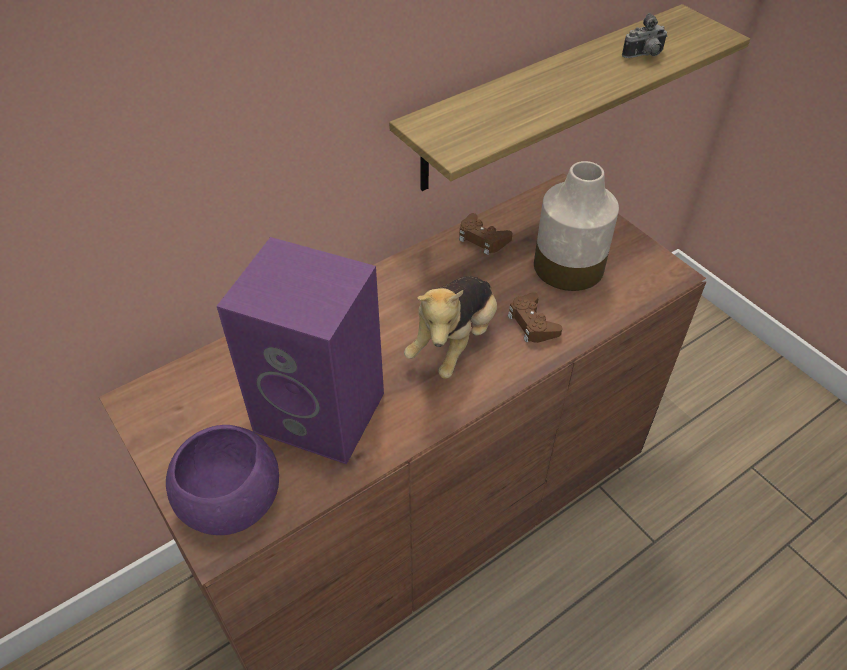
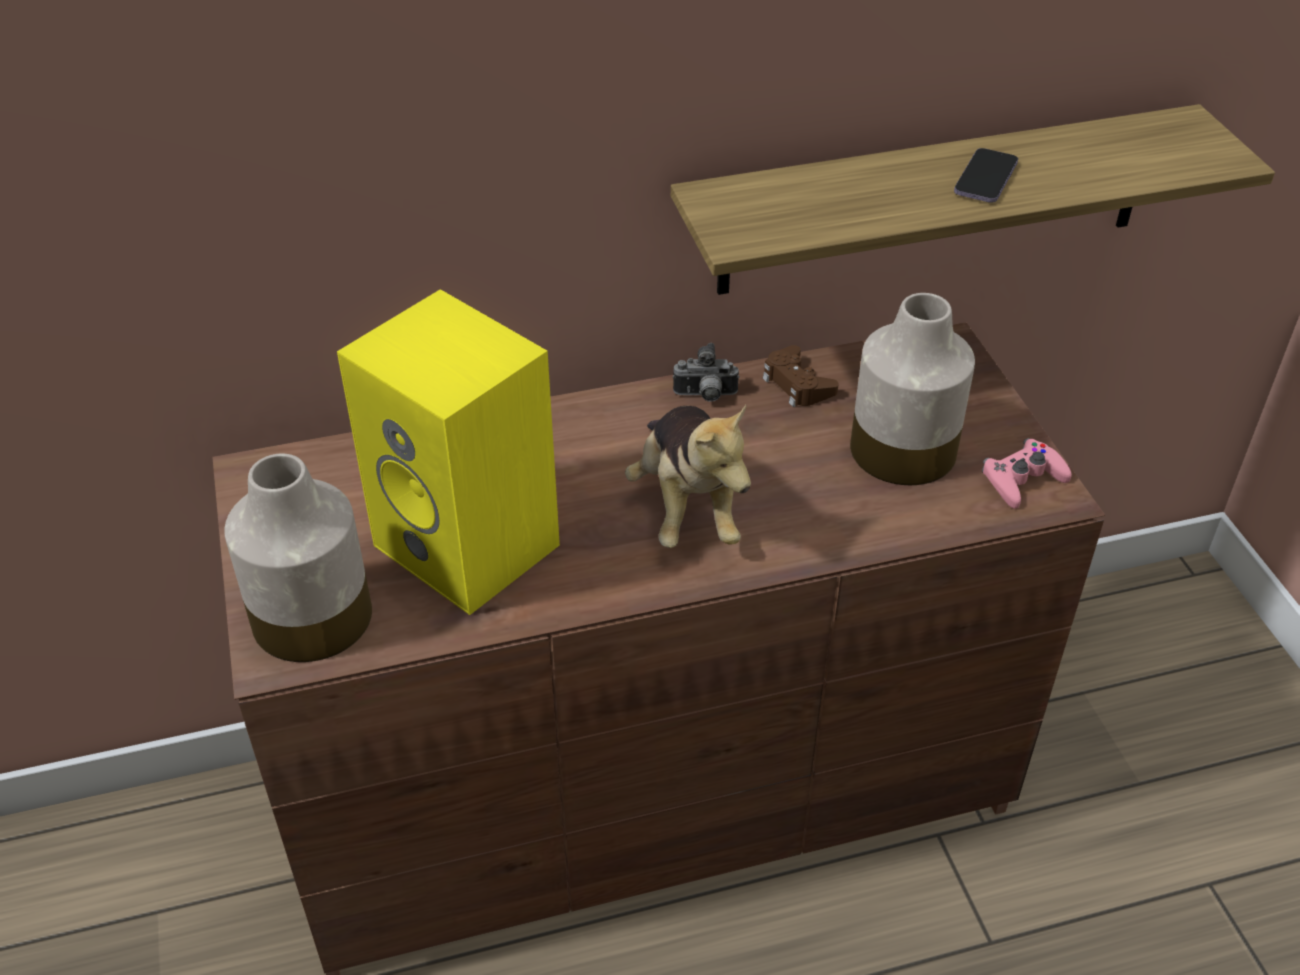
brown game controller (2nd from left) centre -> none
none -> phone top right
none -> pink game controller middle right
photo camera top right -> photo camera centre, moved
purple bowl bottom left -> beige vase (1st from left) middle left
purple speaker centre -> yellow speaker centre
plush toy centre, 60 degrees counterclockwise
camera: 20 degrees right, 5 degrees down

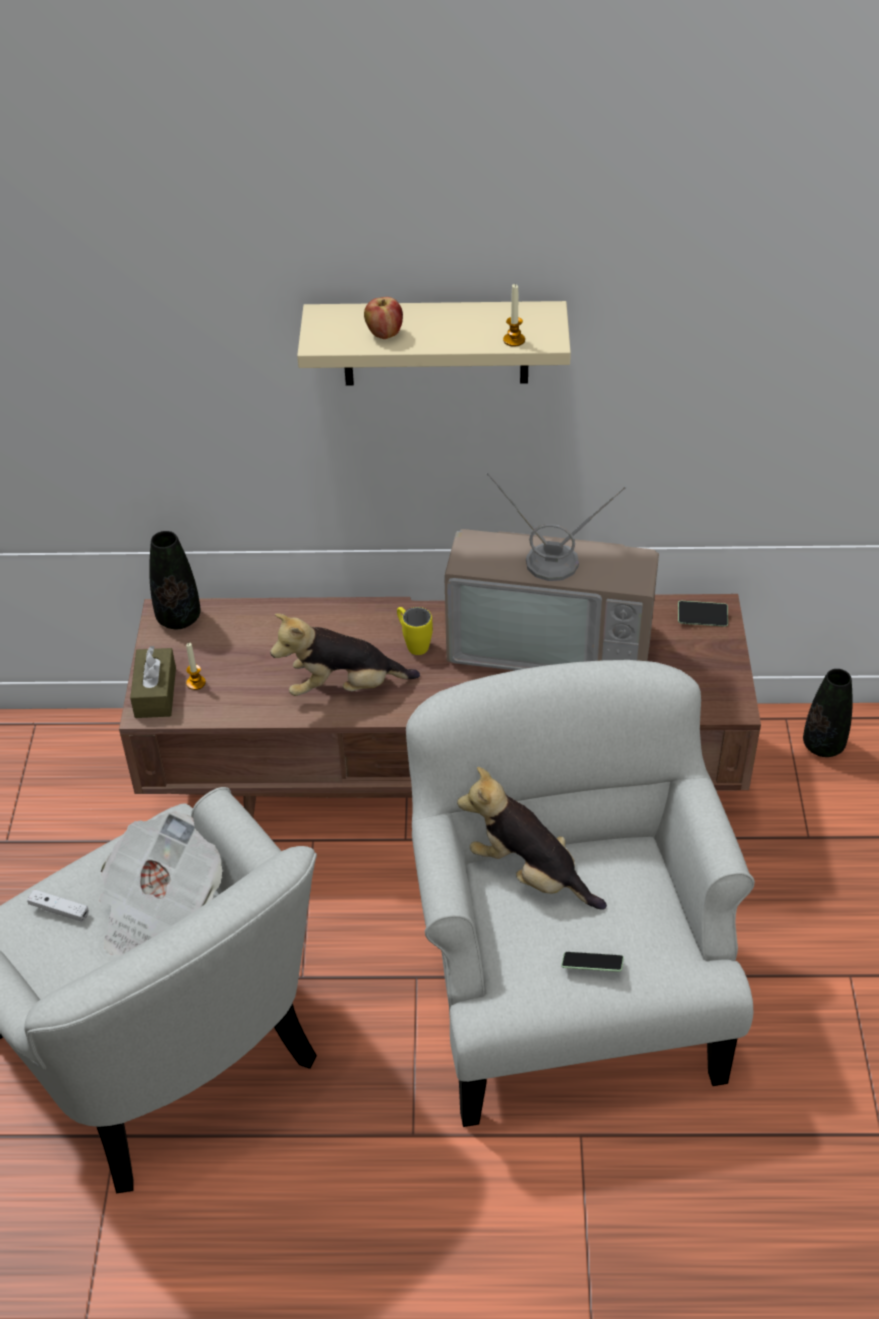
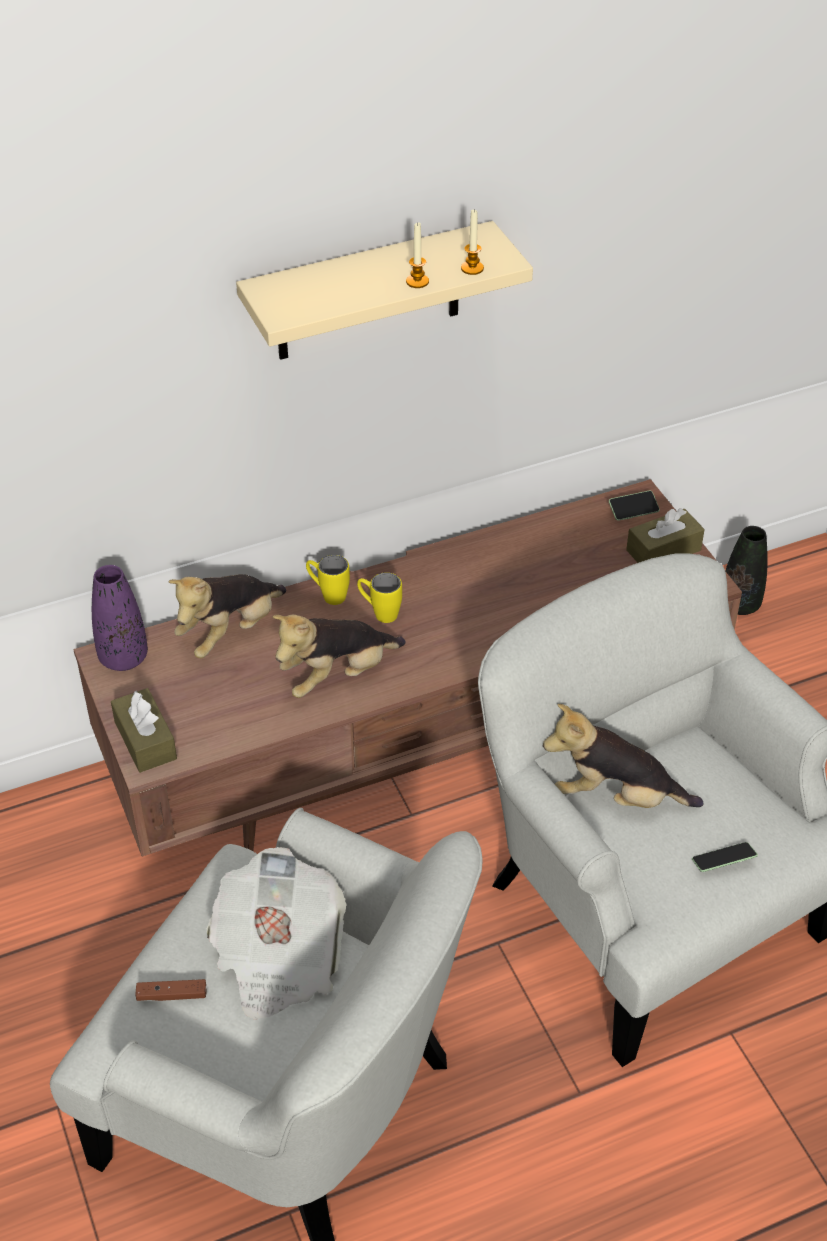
apple top centre -> none
television centre -> none
none -> plush toy (1st from left) middle left
none -> yellow mug (1st from left) centre
none -> brown tissue box (2nd from left) middle right
candle (1st from left) middle left -> candle (1st from left) top centre, moved
white game controller bottom left -> brown game controller bottom left
black vase (1st from left) middle left -> purple vase middle left
camera: 25 degrees left, 0 degrees up

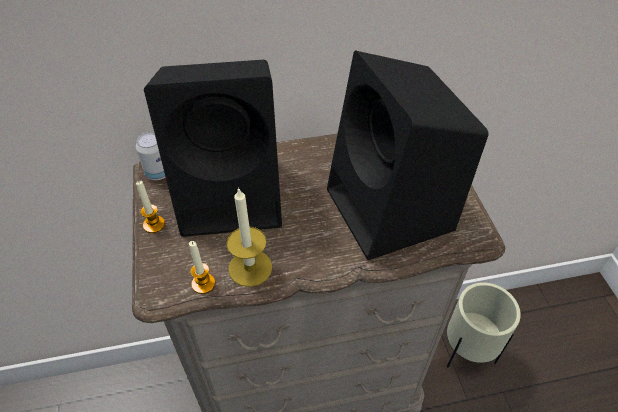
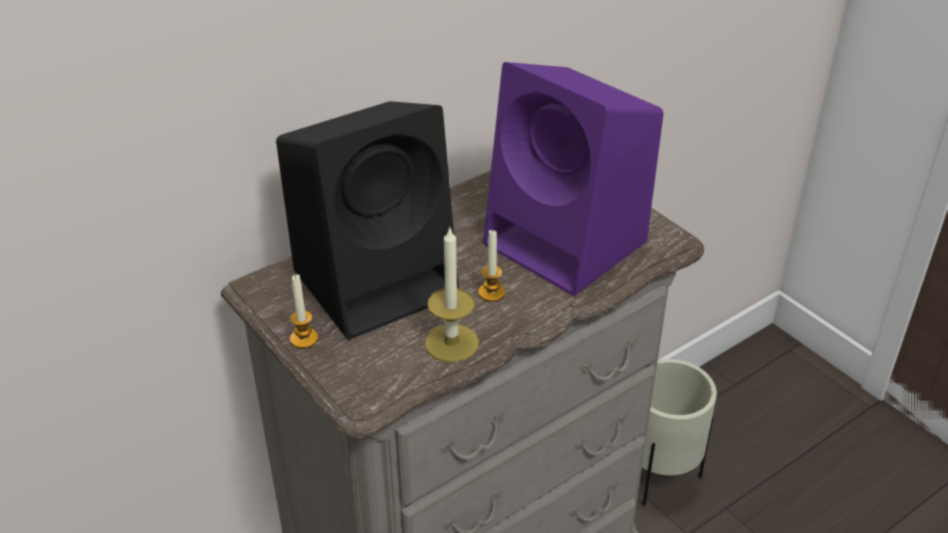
can middle left -> none
candle (2nd from left in the first image) middle left -> candle (3rd from left) centre, moved
black speaker (2nd from left) centre -> purple speaker centre
camera: 25 degrees left, 10 degrees down

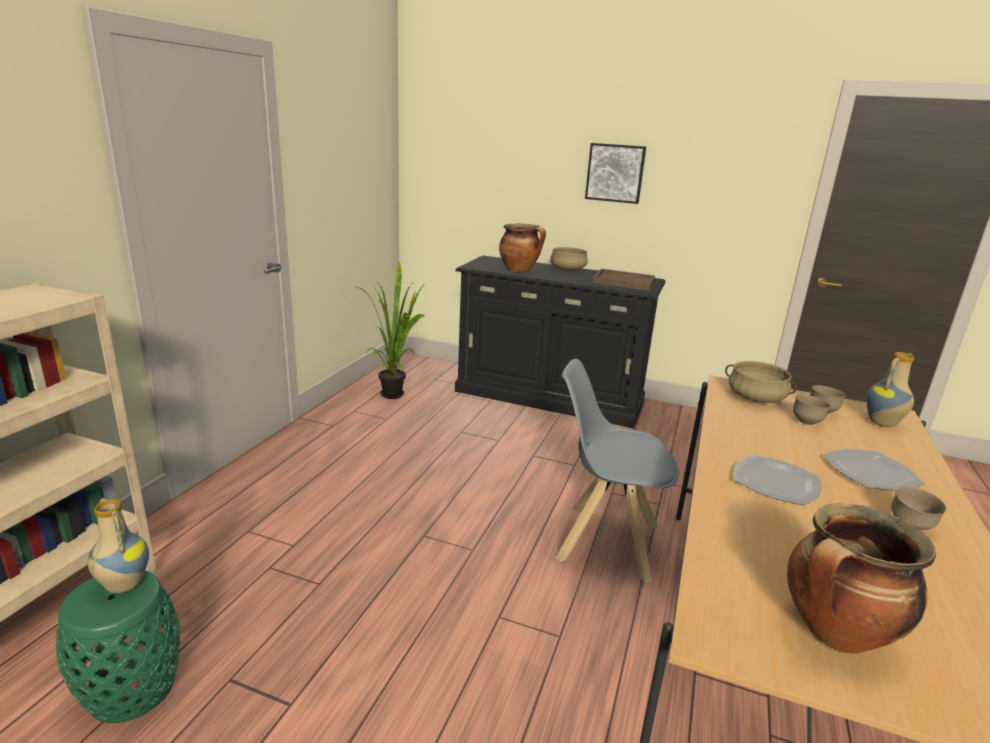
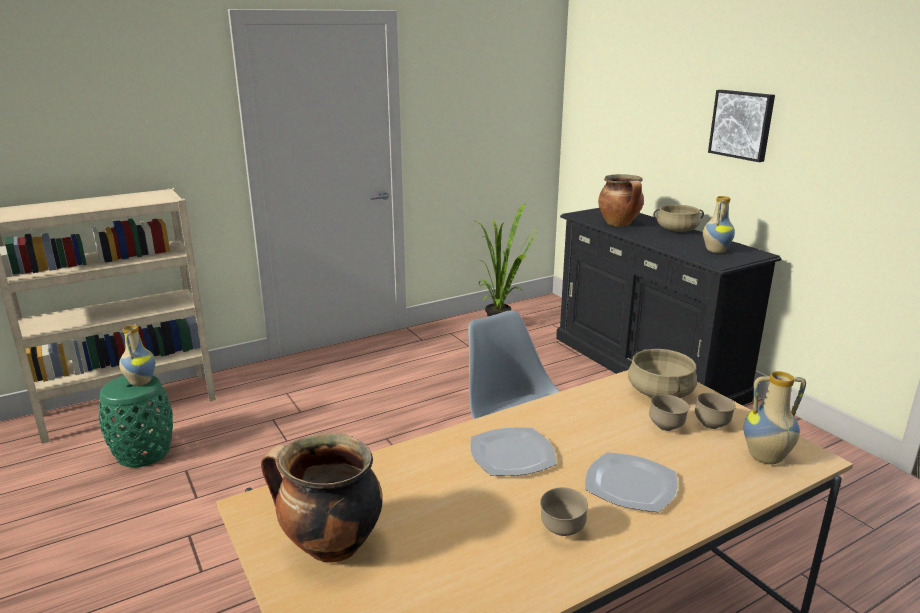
brown tray centre -> vase (2nd from left) middle right
camera: 40 degrees right, 0 degrees up

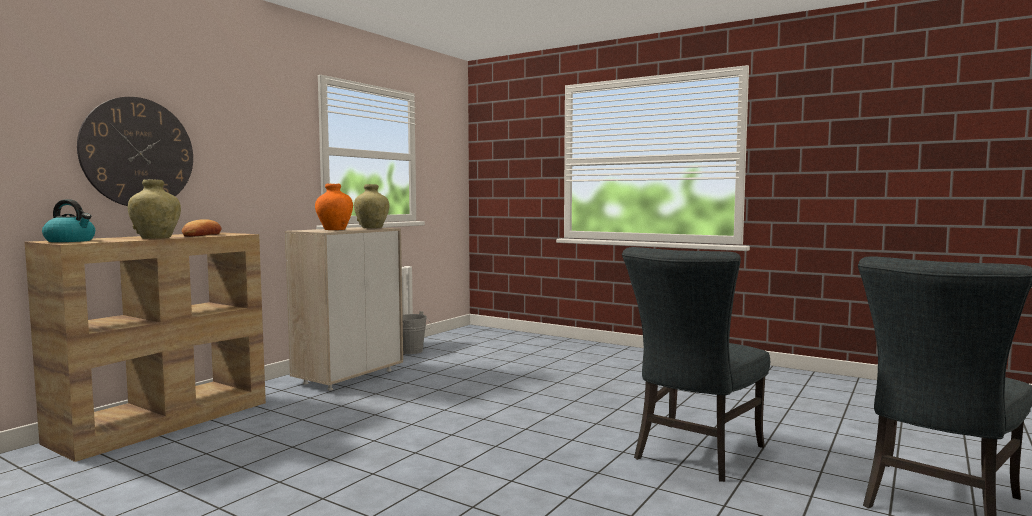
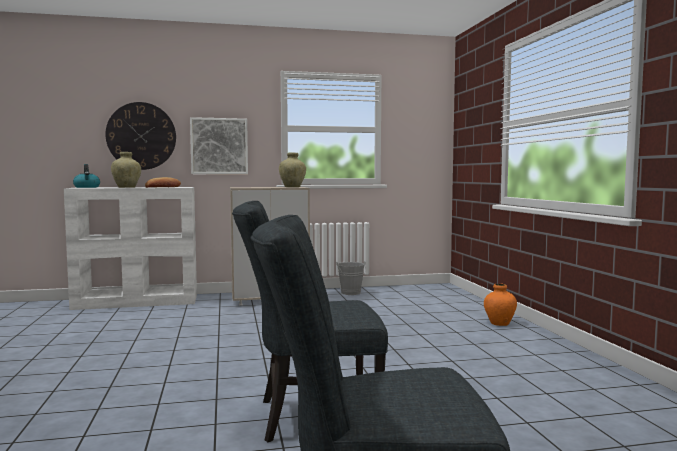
none -> picture top left
orange vase middle left -> orange vase bottom right, moved
brown bookcase bottom left -> white bookcase middle left
camera: 45 degrees right, 0 degrees up

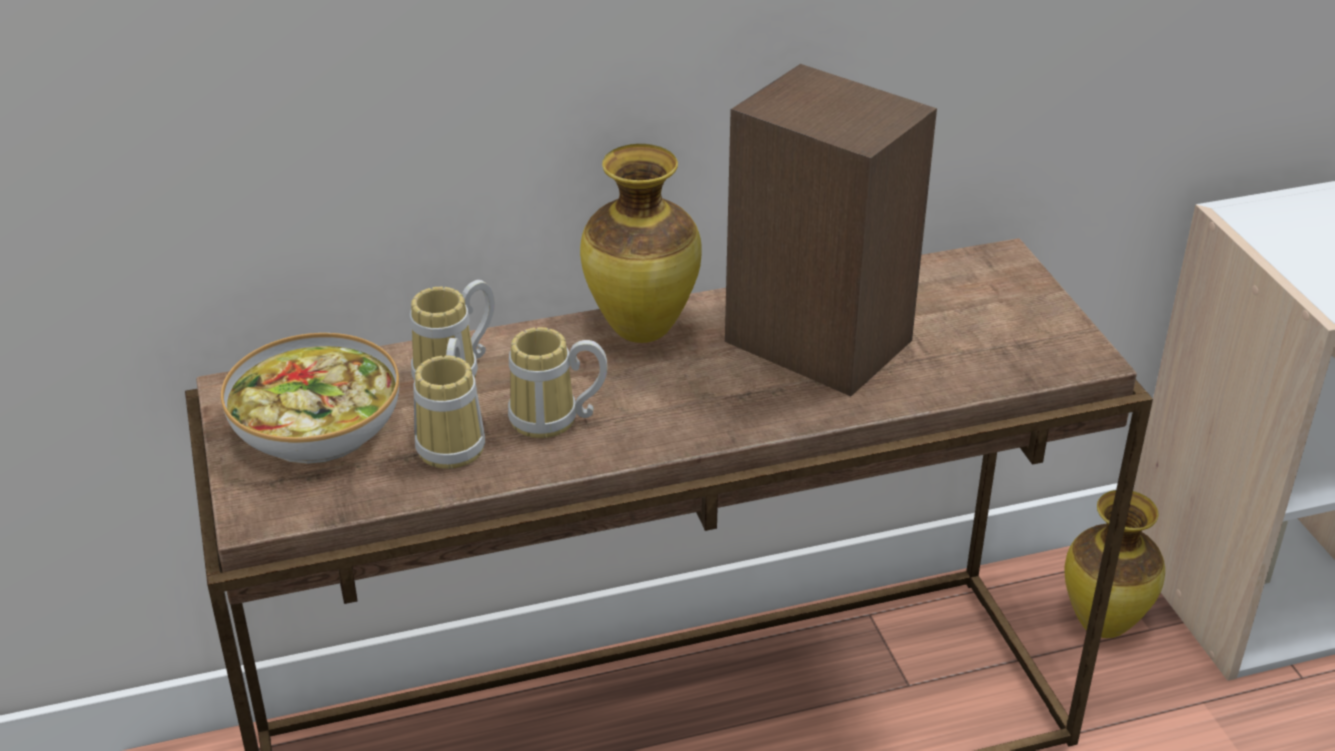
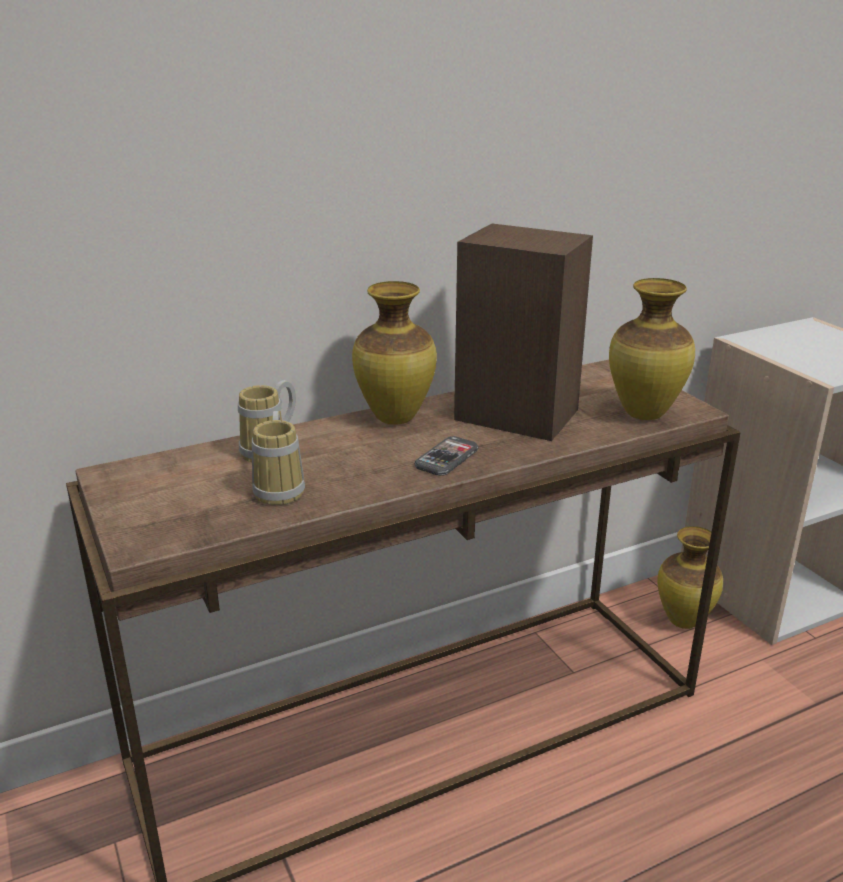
bowl middle left -> none
mug (3rd from left) centre -> none
none -> phone centre
none -> vase (2nd from left) middle right
camera: 10 degrees left, 10 degrees down

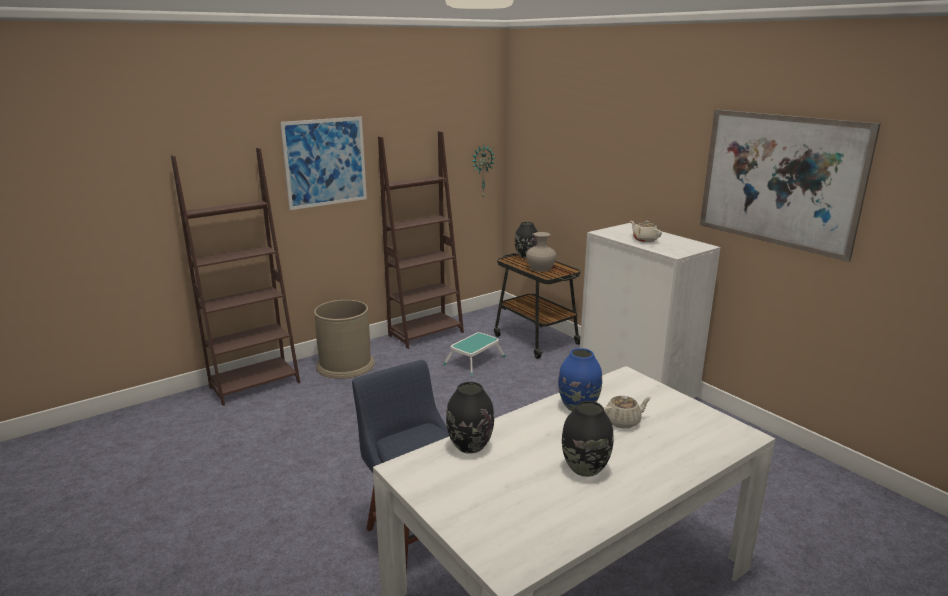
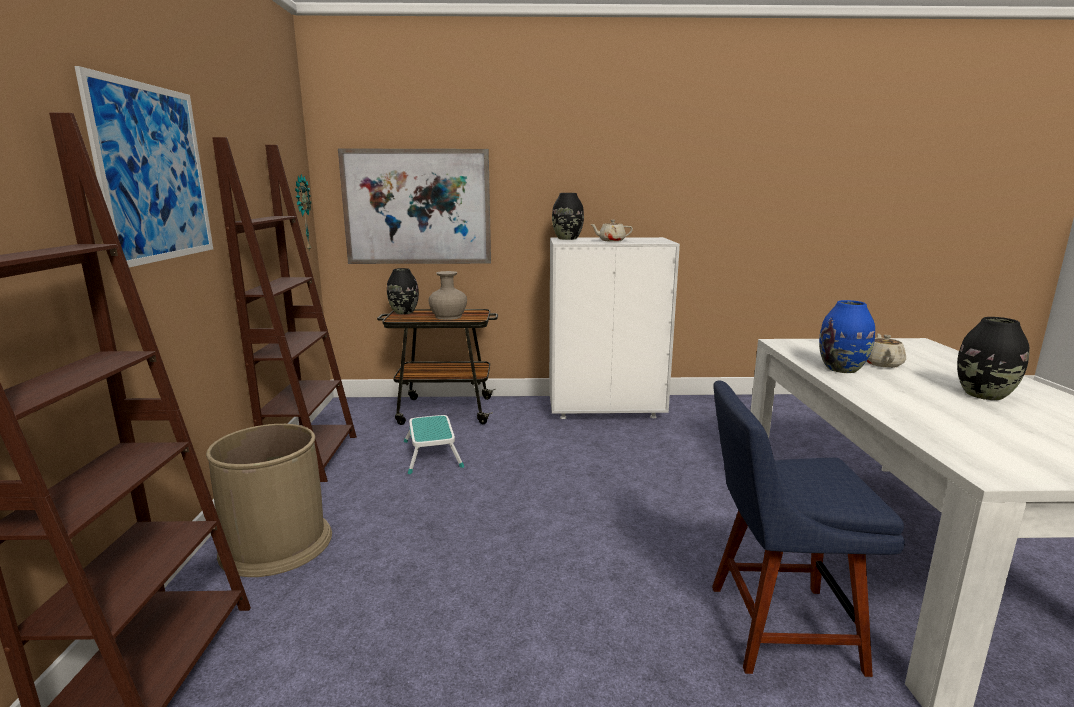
black vase (1st from left in the first image) bottom centre -> black vase (2nd from left) top centre, moved
picture (2nd from left) top right -> picture (2nd from left) top centre, moved
camera: 55 degrees left, 5 degrees down

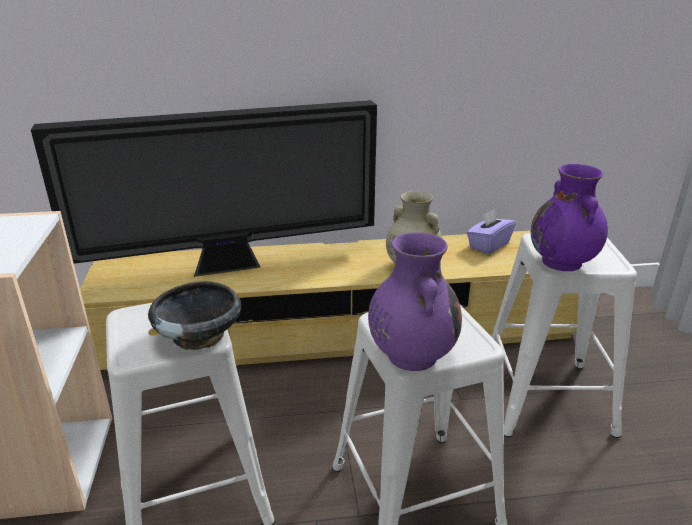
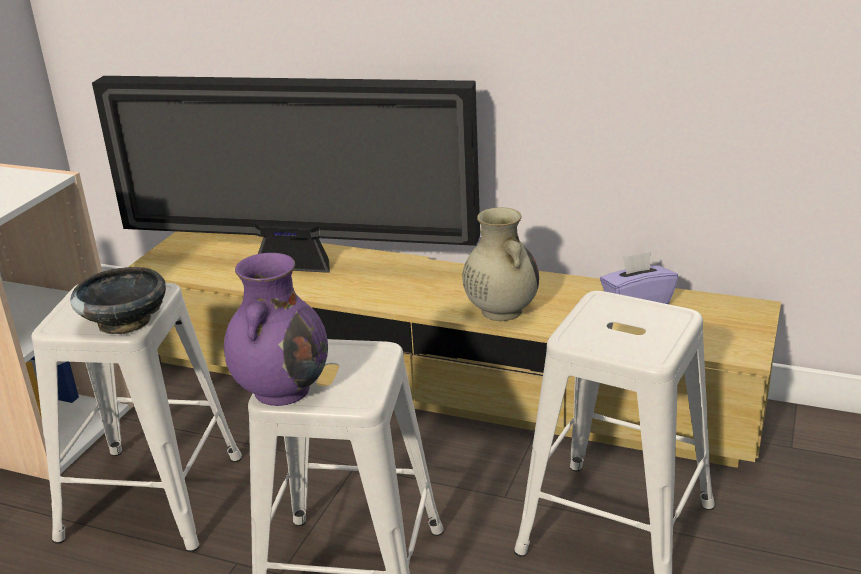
purple vase (2nd from left) middle right -> none
camera: 30 degrees right, 0 degrees up

